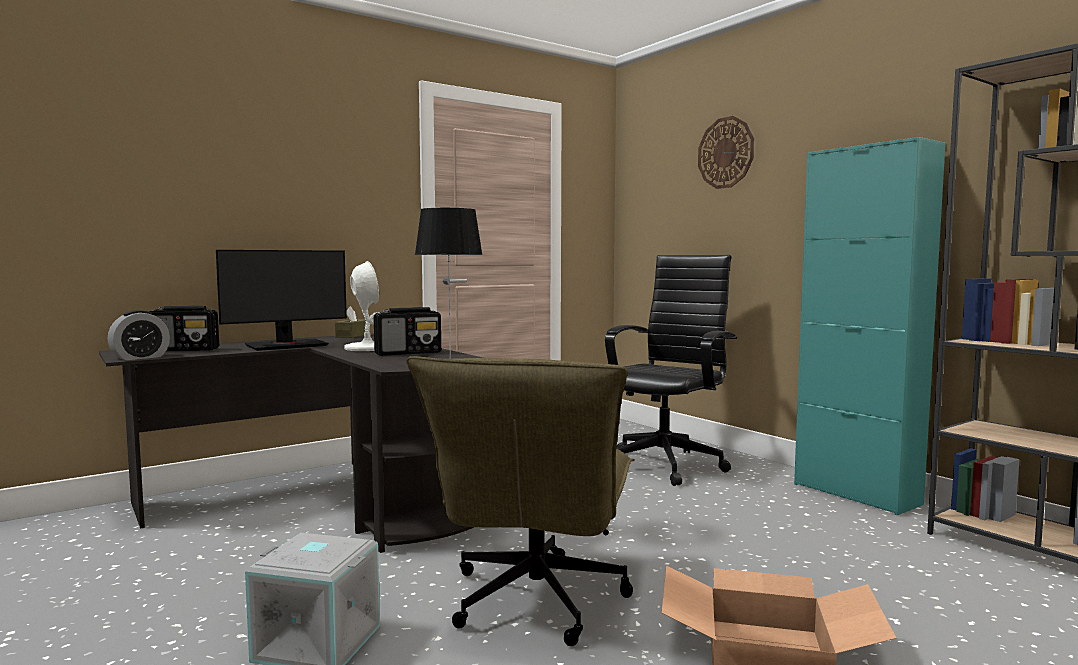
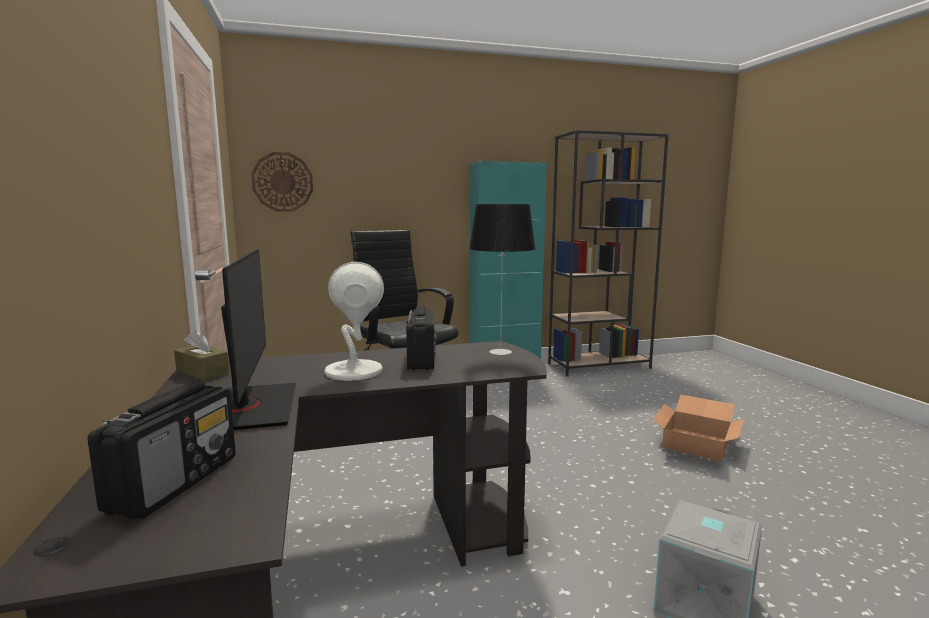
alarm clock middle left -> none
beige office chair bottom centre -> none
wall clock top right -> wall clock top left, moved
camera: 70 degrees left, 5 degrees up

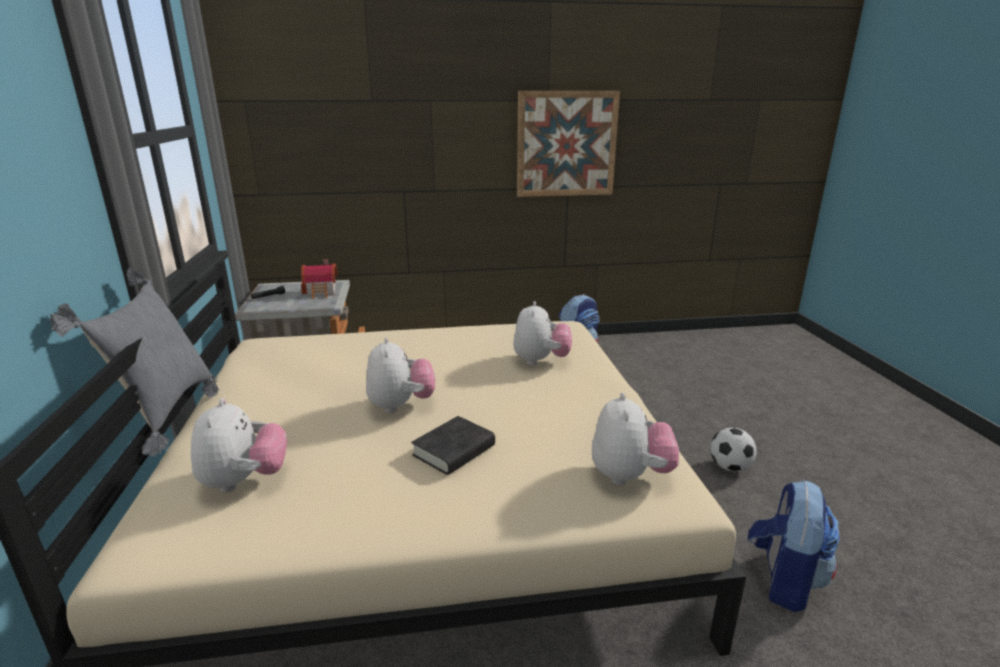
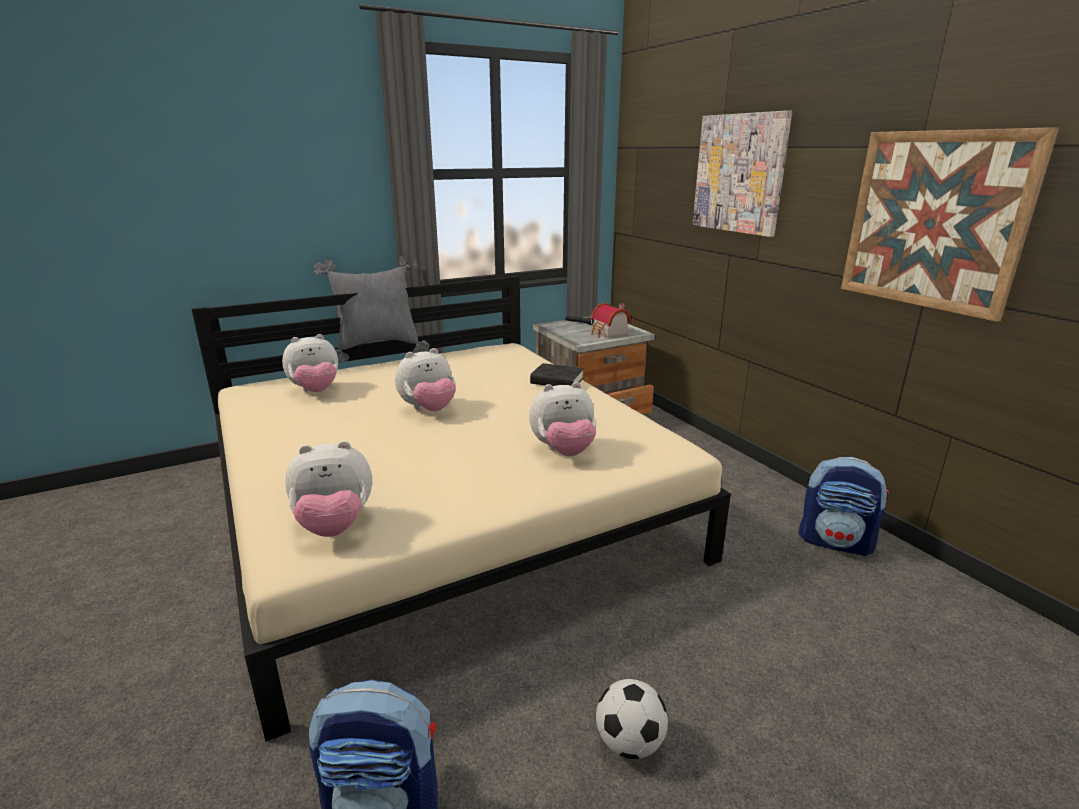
none -> picture (1st from left) top right
black book bottom centre -> black book centre, moved
camera: 70 degrees right, 0 degrees up

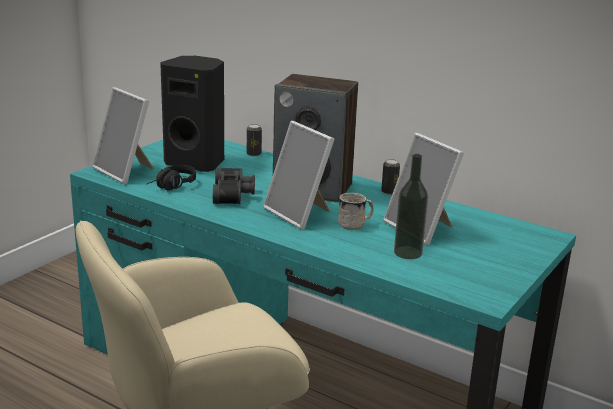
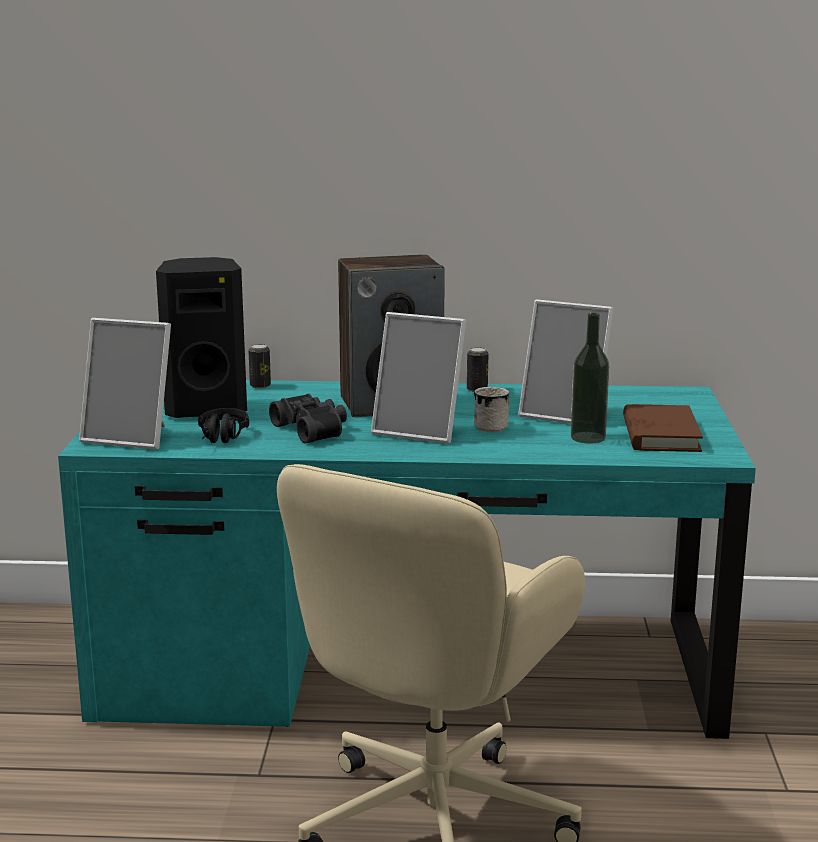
none -> brown book middle right
camera: 30 degrees left, 5 degrees down

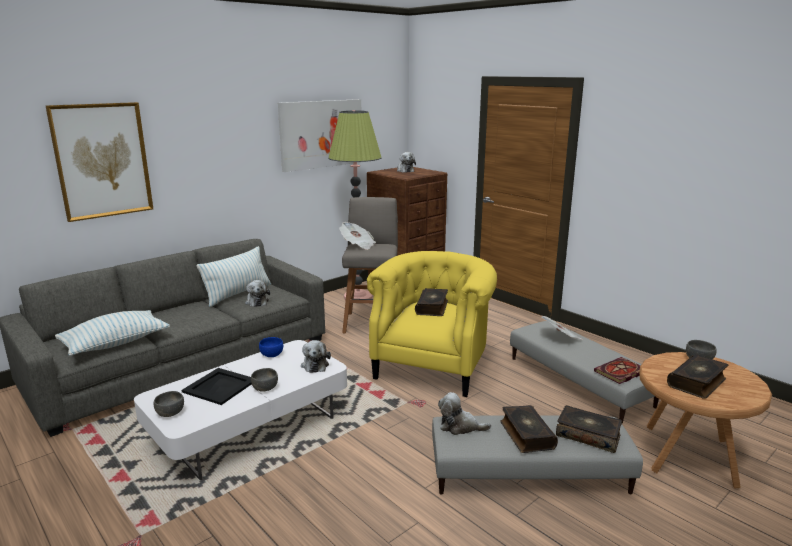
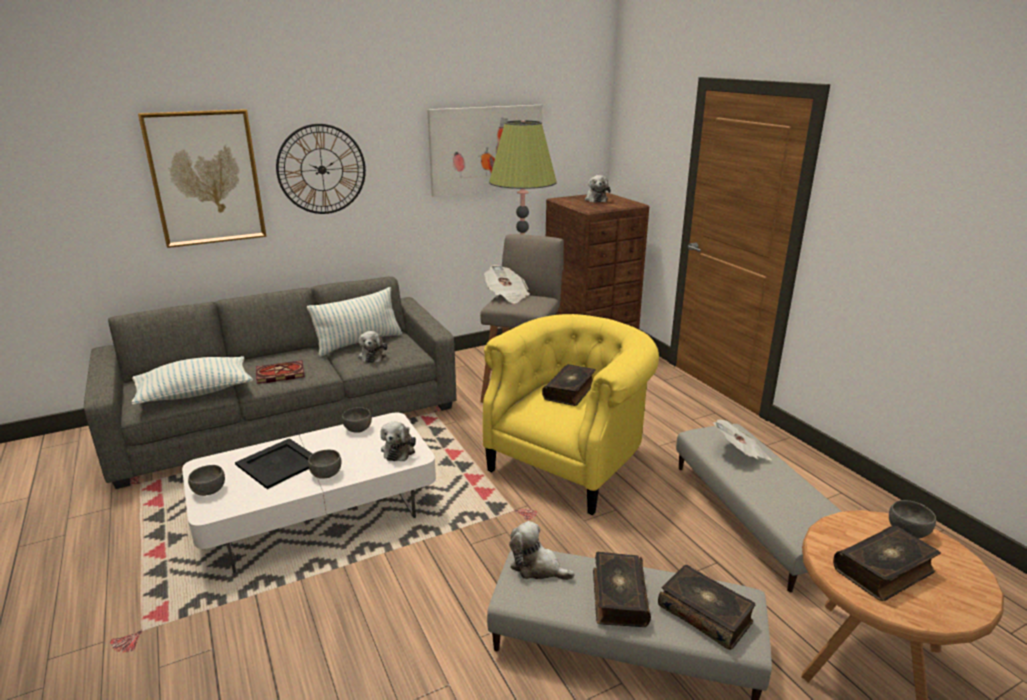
none -> wall clock top left
book (4th from left in the first image) bottom right -> book (1st from left) middle left, moved
blue bowl centre -> grey bowl (3rd from left) centre
camera: 15 degrees right, 5 degrees up

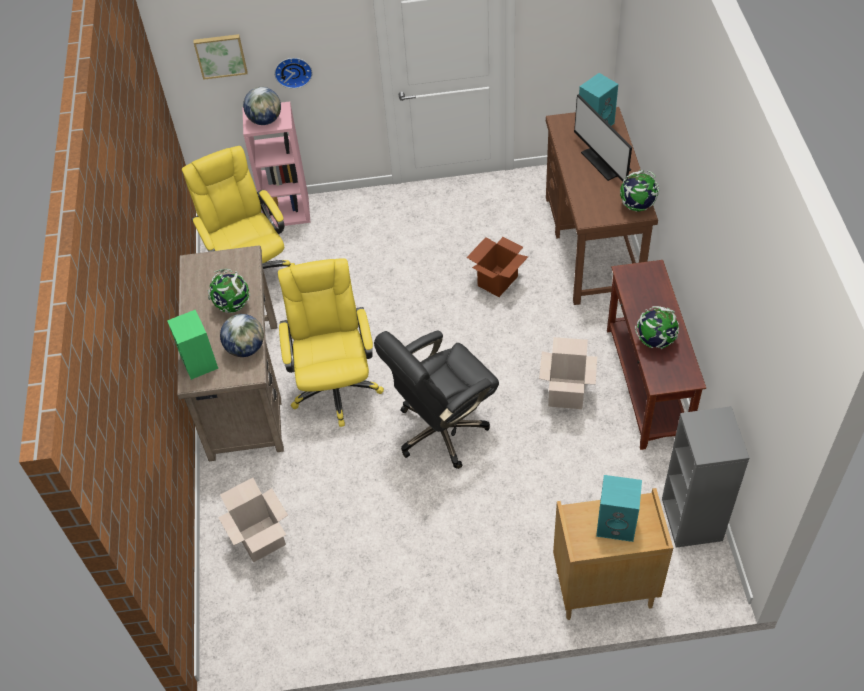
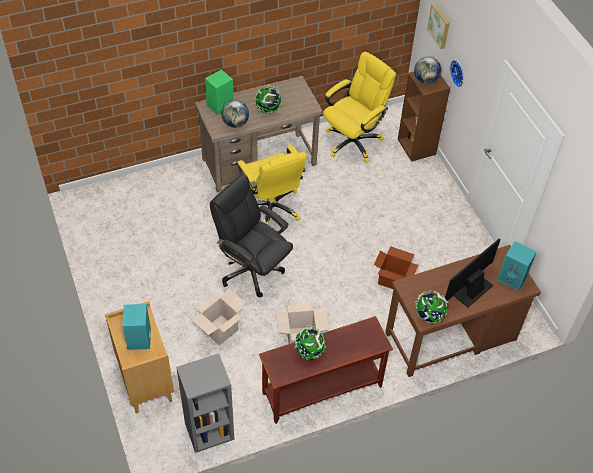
cardboard box (1st from left) bottom left -> cardboard box (1st from left) bottom centre, moved
pink bookcase top left -> brown bookcase top right
yellow office chair (2nd from left in the first image) centre -> yellow office chair (1st from left) centre, 90 degrees clockwise
camera: 70 degrees right, 0 degrees up

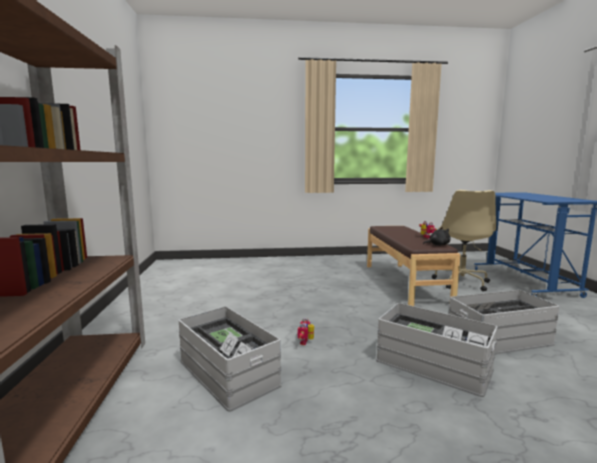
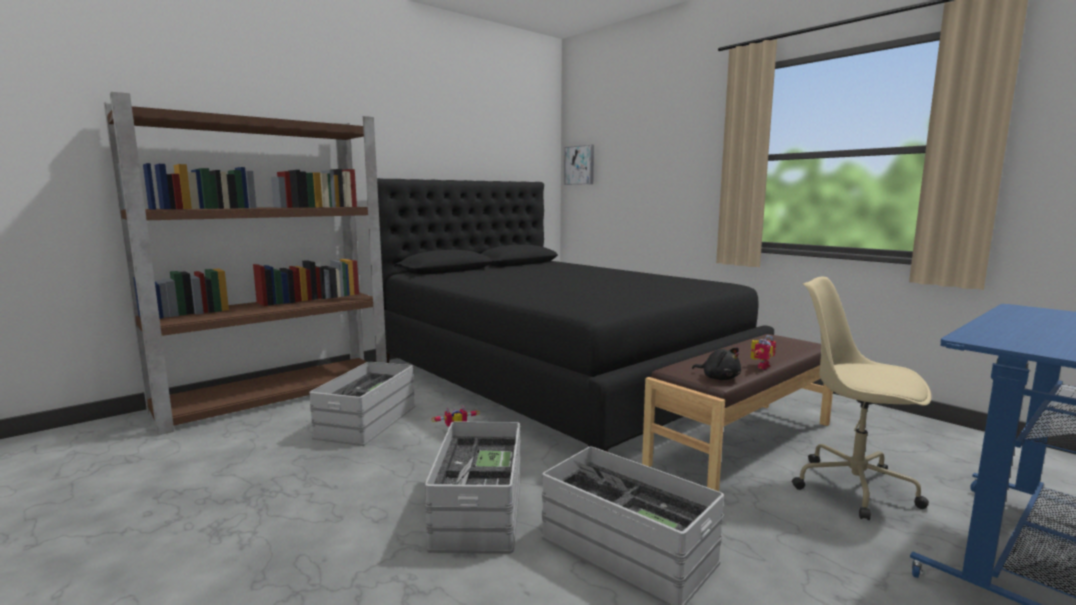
none -> black bed centre
none -> picture top centre
beige office chair middle right, 60 degrees clockwise
camera: 55 degrees right, 0 degrees up

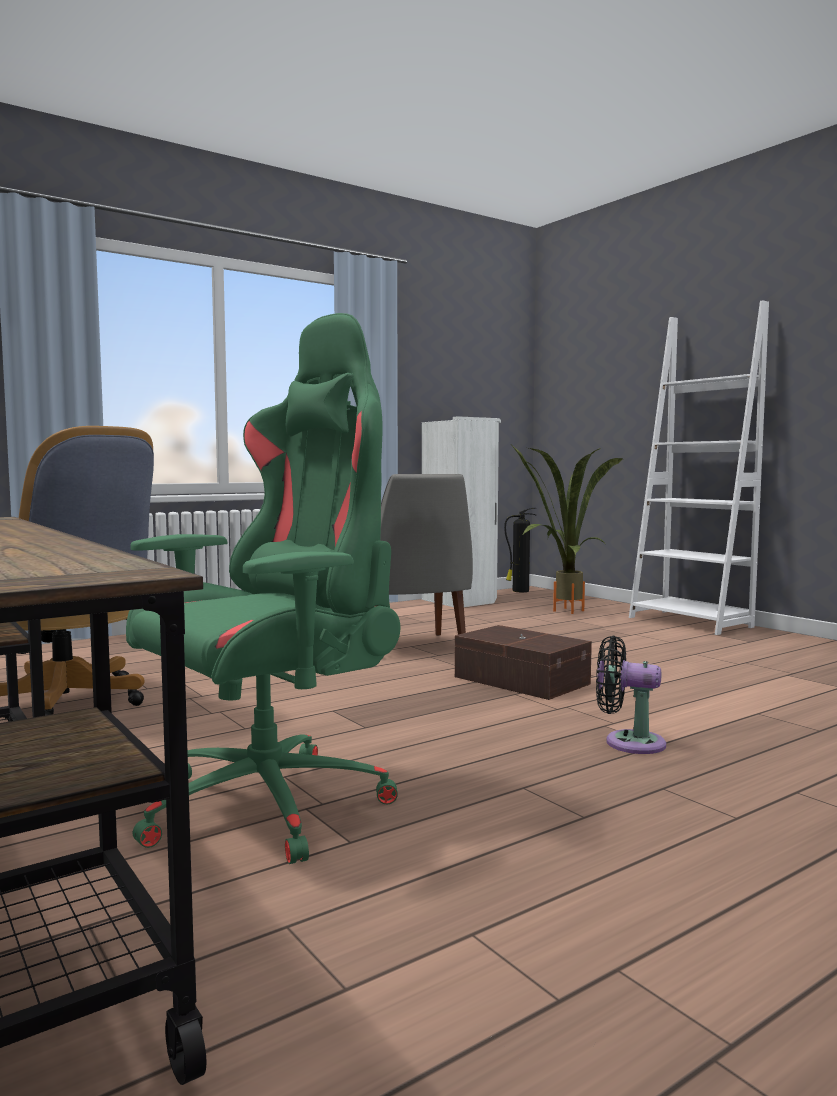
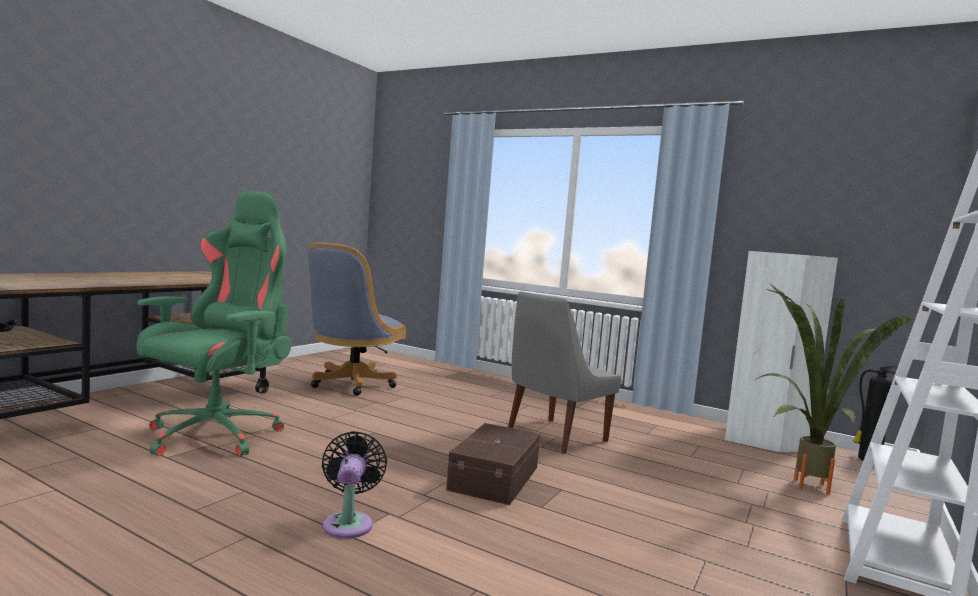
green office chair middle left, 90 degrees counterclockwise
camera: 65 degrees right, 0 degrees up

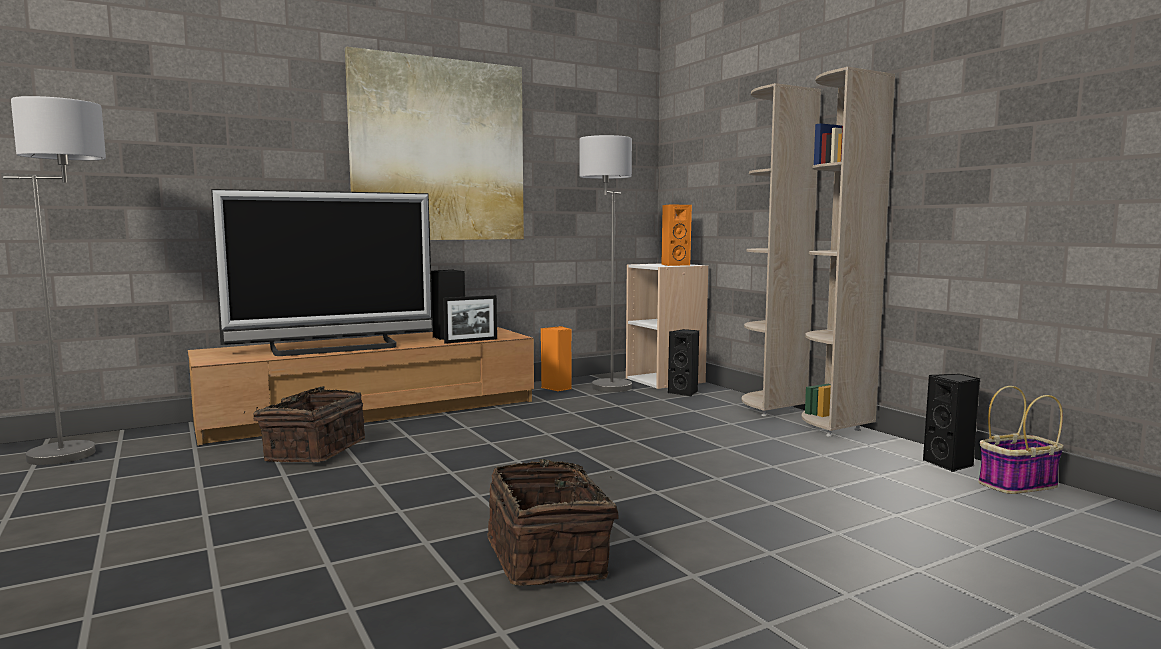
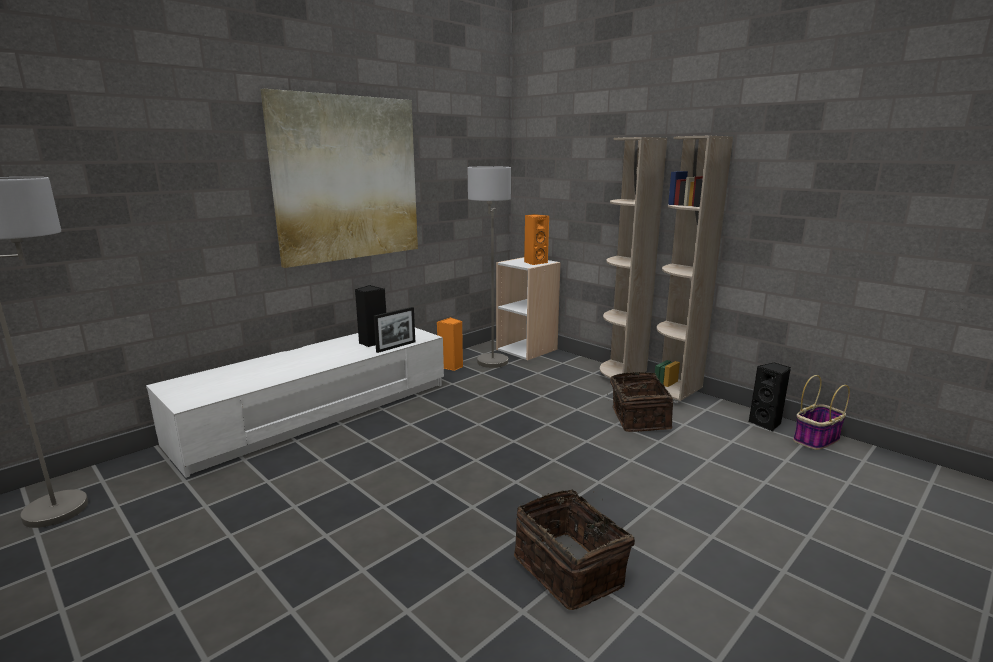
television middle left -> none
black speaker (2nd from left) centre -> none
basket (1st from left in the first image) middle left -> basket (2nd from left) centre, moved
brown tv stand middle left -> white tv stand middle left
camera: 15 degrees left, 10 degrees up

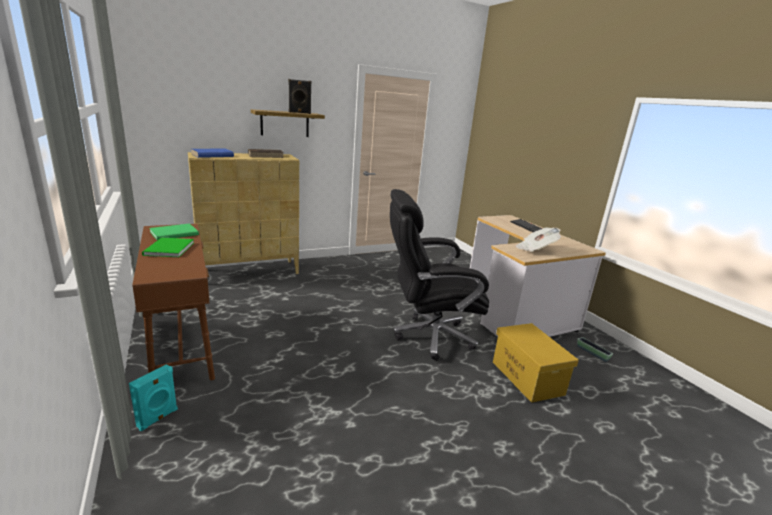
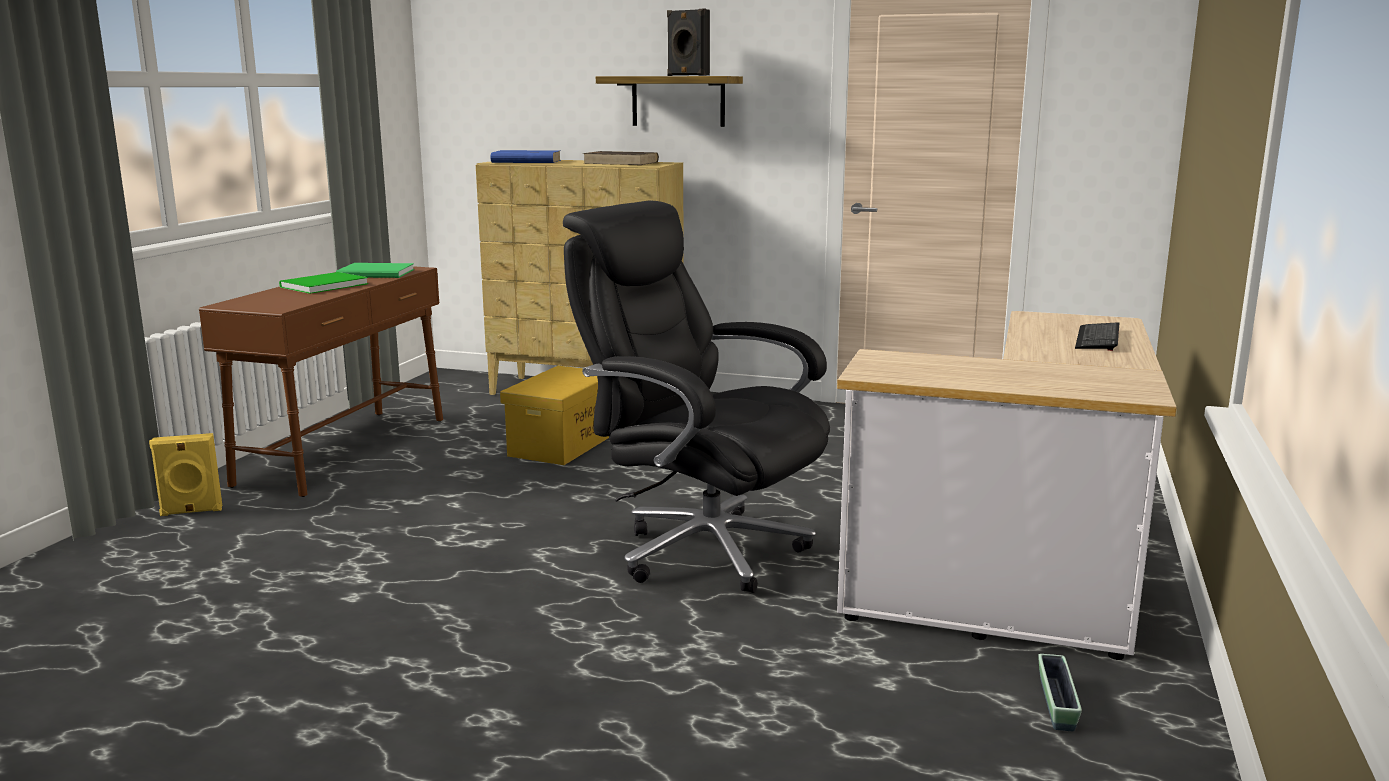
newspaper middle right -> none
yellow storage box bottom right -> yellow storage box centre, moved
turquoise speaker bottom left -> yellow speaker middle left
camera: 45 degrees right, 5 degrees down

